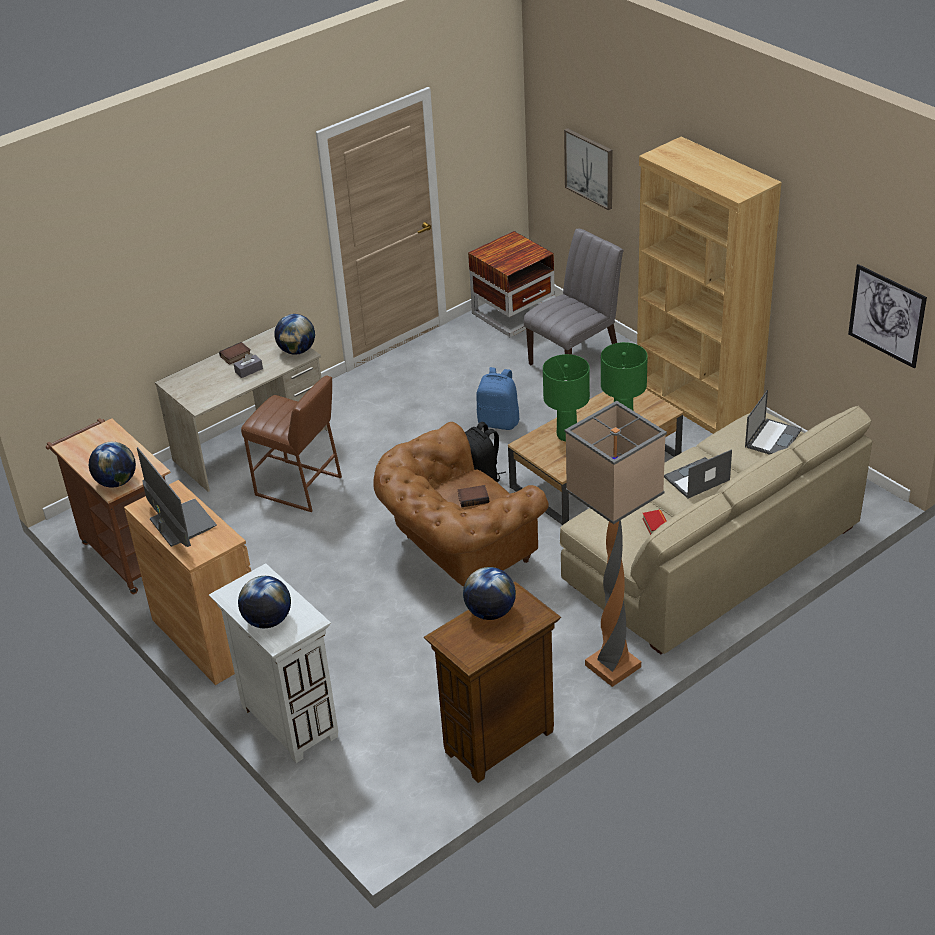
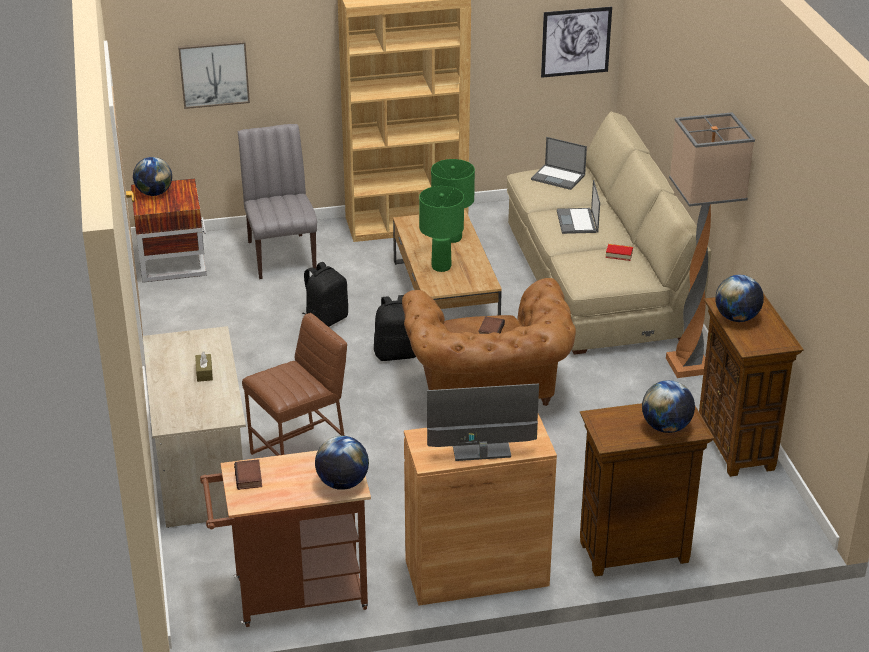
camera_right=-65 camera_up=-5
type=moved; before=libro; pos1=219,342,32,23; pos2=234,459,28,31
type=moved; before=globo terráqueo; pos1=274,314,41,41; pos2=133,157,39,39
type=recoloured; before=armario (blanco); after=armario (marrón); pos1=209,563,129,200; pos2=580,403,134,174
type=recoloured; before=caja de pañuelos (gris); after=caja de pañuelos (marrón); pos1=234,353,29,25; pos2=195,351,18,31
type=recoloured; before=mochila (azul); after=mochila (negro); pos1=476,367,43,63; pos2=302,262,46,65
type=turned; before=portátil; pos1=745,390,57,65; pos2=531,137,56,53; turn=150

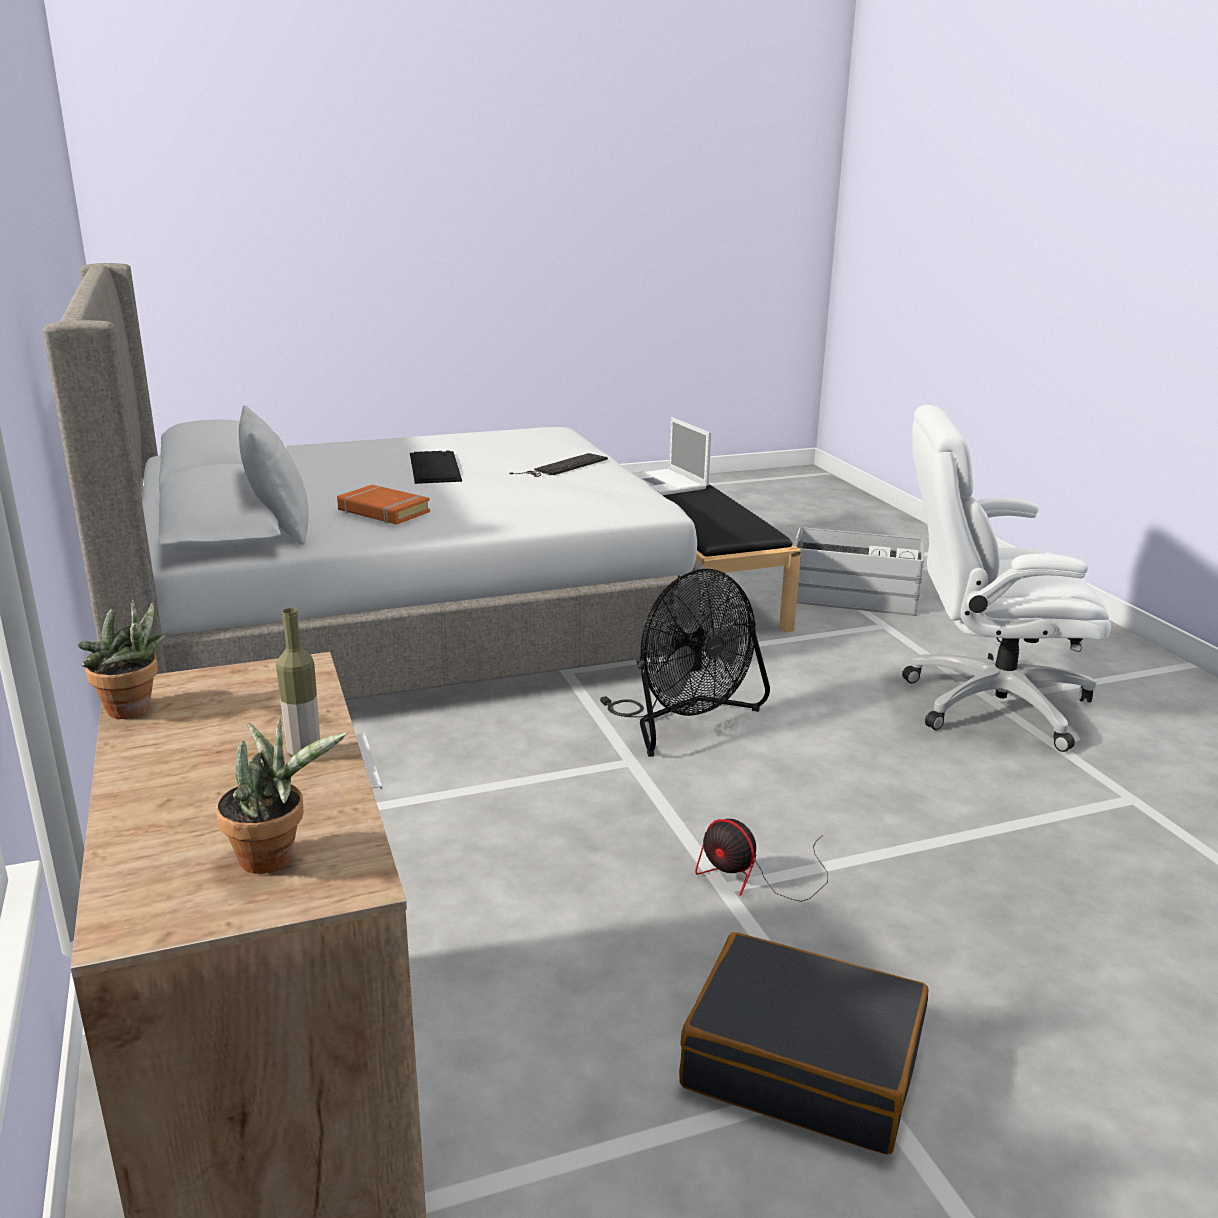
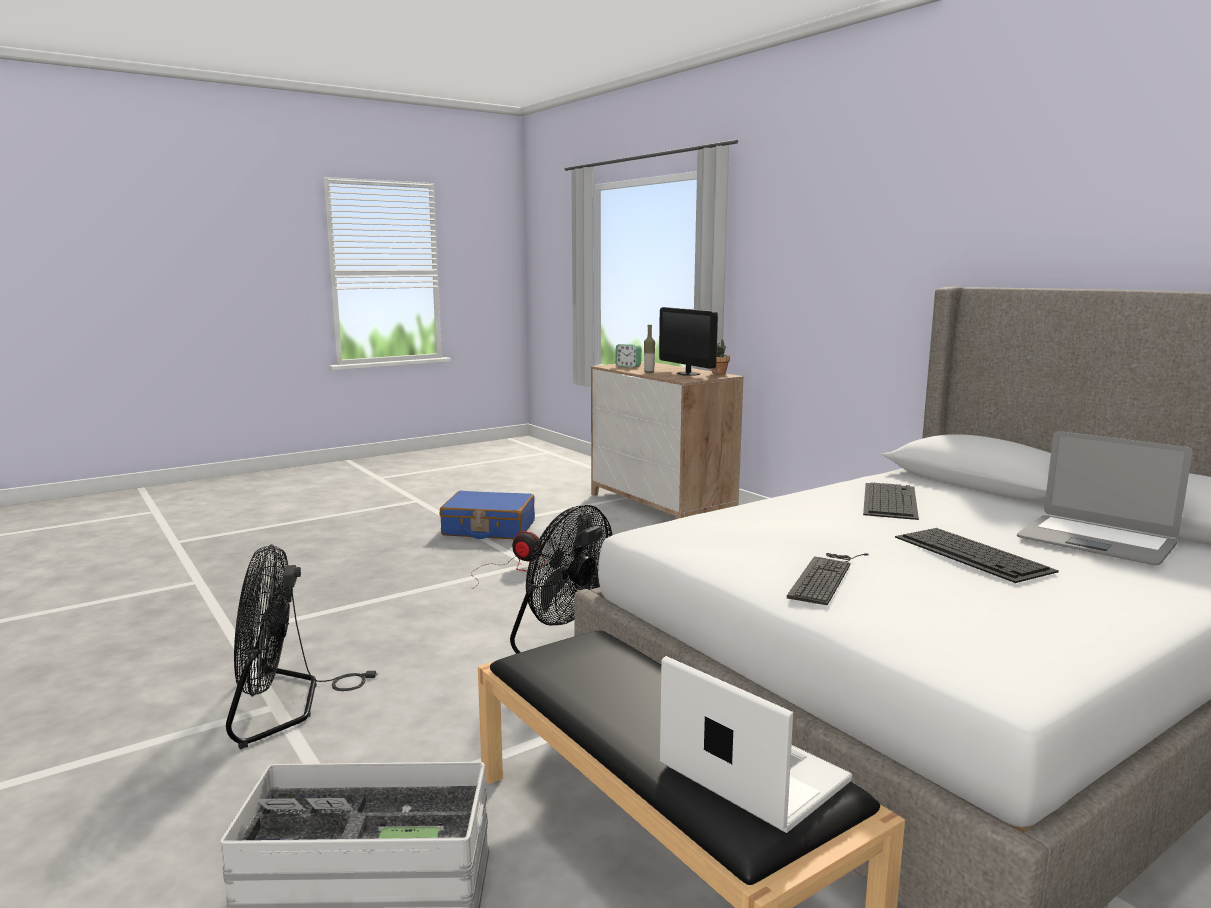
camera_right=165 camera_up=-10
type=removed; before=cojín (gris); pos1=239,405,69,140
type=added; after=monitor; pos2=659,307,59,69
type=added; after=portátil; pos2=1017,431,175,134
type=replaced; before=planta en maceta; after=despertador; pos1=216,717,130,157; pos2=615,344,26,23
type=replaced; before=libro (naranja); after=teclado; pos1=337,485,93,40; pos2=863,482,56,38
type=replaced; before=silla de oficina (blanco); after=ventilador (negro); pos1=902,405,209,347; pos2=226,544,153,206
type=recoloured; before=maleta (negro); after=maleta (azul); pos1=679,932,249,223; pos2=440,491,95,48

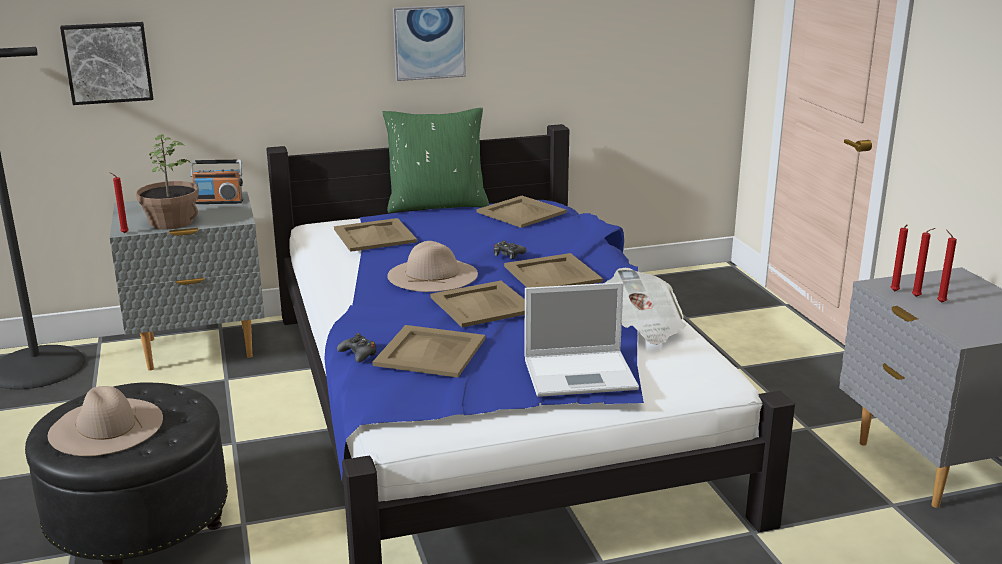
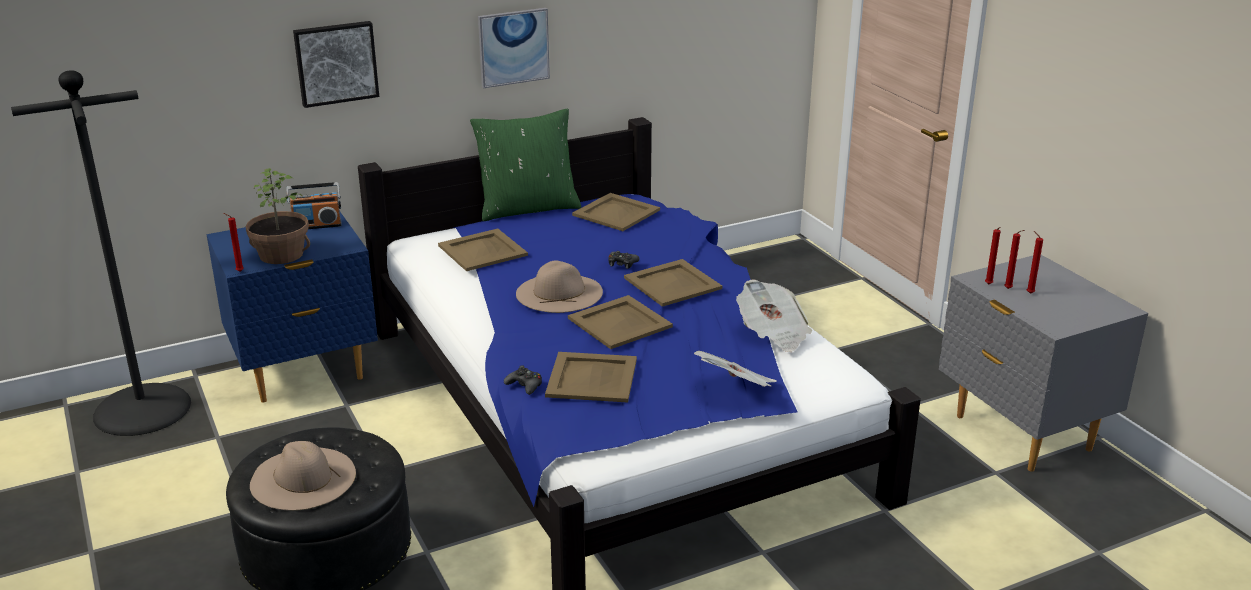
camera_right=-10 camera_up=5
type=moved; before=cuadro; pos1=60,22,93,83; pos2=293,21,86,87
type=replaced; before=portátil; after=periódico; pos1=524,282,115,115; pos2=694,351,82,36
type=recoloured; before=mesita de noche (gris); after=mesita de noche (azul); pos1=110,191,155,180; pos2=206,212,172,191

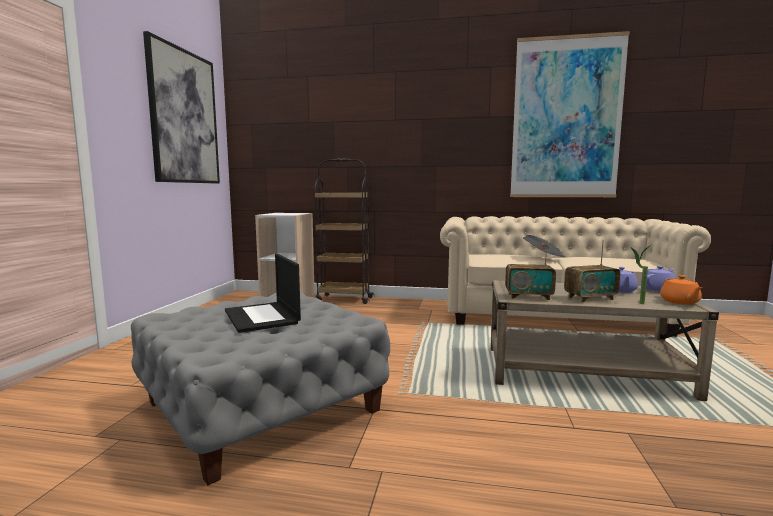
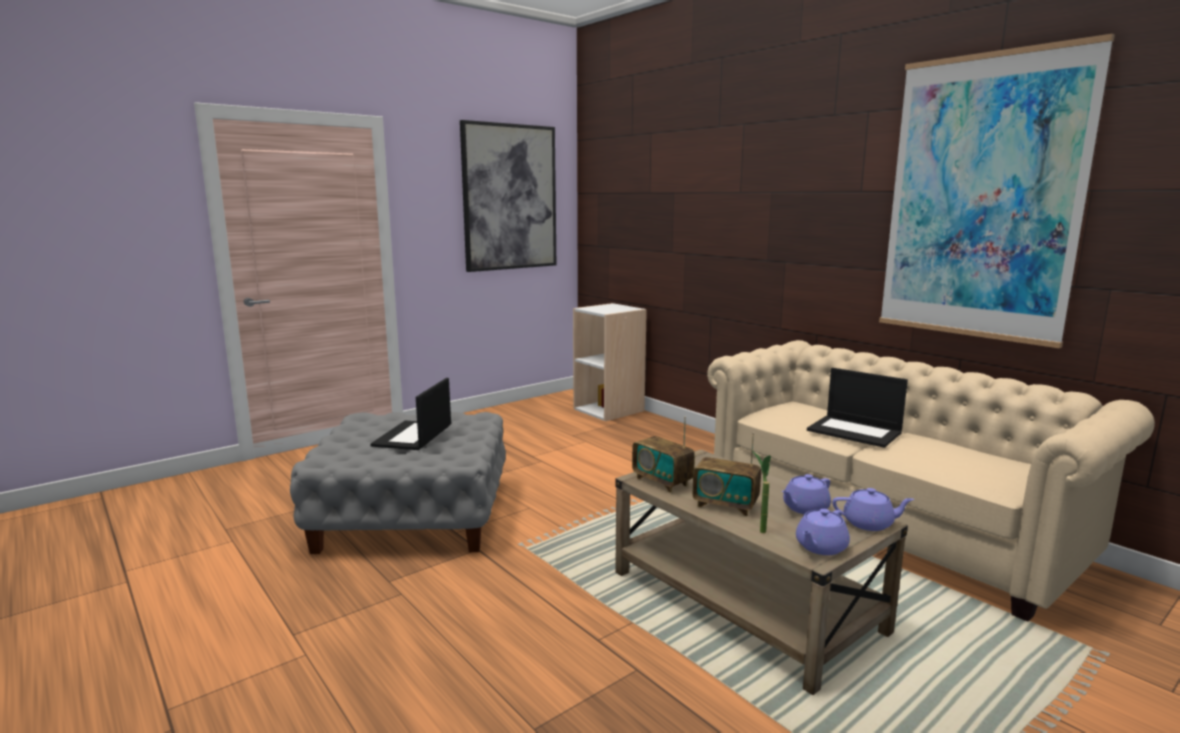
camera_right=40 camera_up=5
type=removed; before=carrito (marrón); pos1=314,158,61,146
type=replaced; before=periódico; after=portátil; pos1=523,235,43,22; pos2=807,368,101,80
type=recoloured; before=tetera (naranja); after=tetera (morado); pos1=660,275,42,30; pos2=796,509,54,46

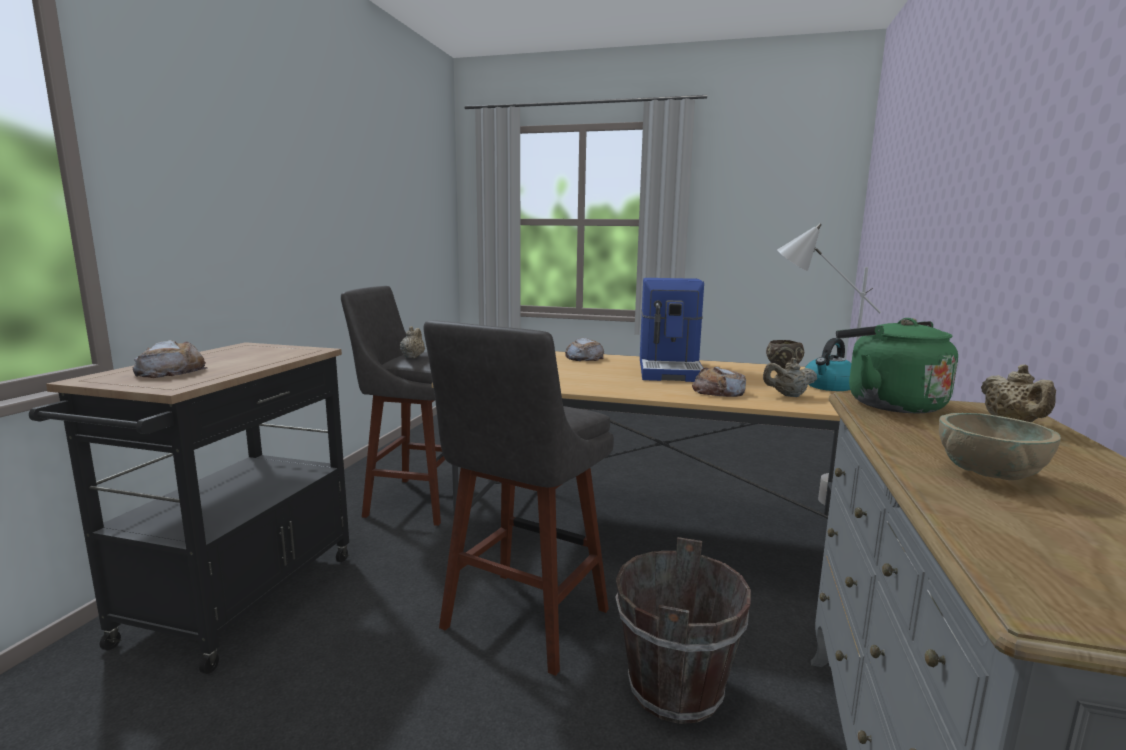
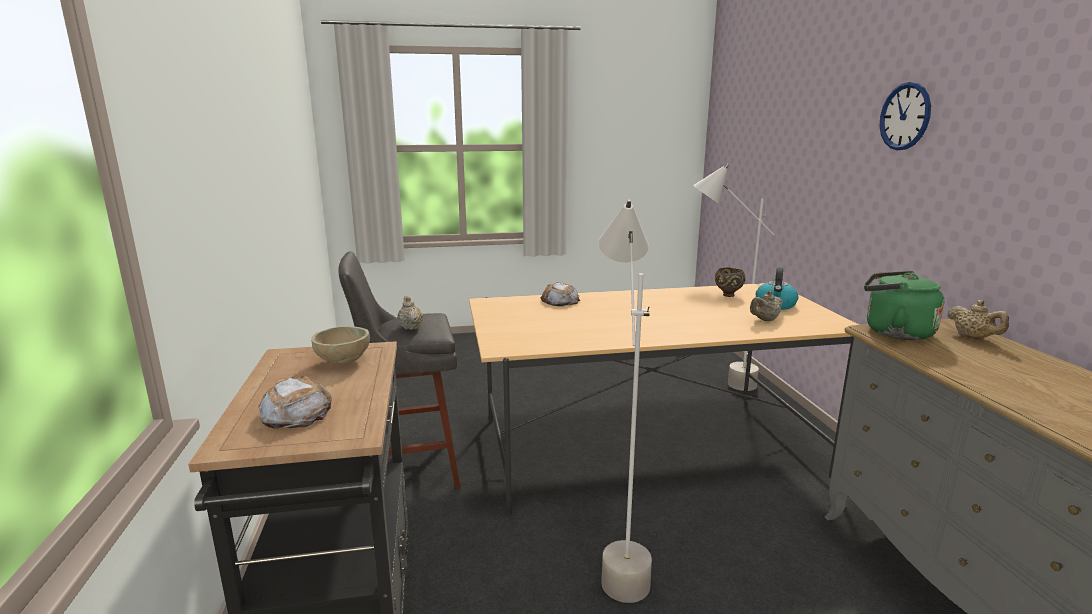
camera_right=-25 camera_up=5
type=removed; before=cubo (marrón); pos1=615,537,136,187
type=removed; before=cafetera; pos1=640,278,64,104
type=removed; before=pan; pos1=692,367,54,30
type=added; after=reloj de pared; pos2=879,82,52,68
type=moved; before=cuenco (beis); pos1=939,413,122,67; pos2=311,326,59,38
type=replaced; before=taburete (gris); after=lámpara de pie (gris); pos1=424,320,190,356; pos2=599,199,53,404

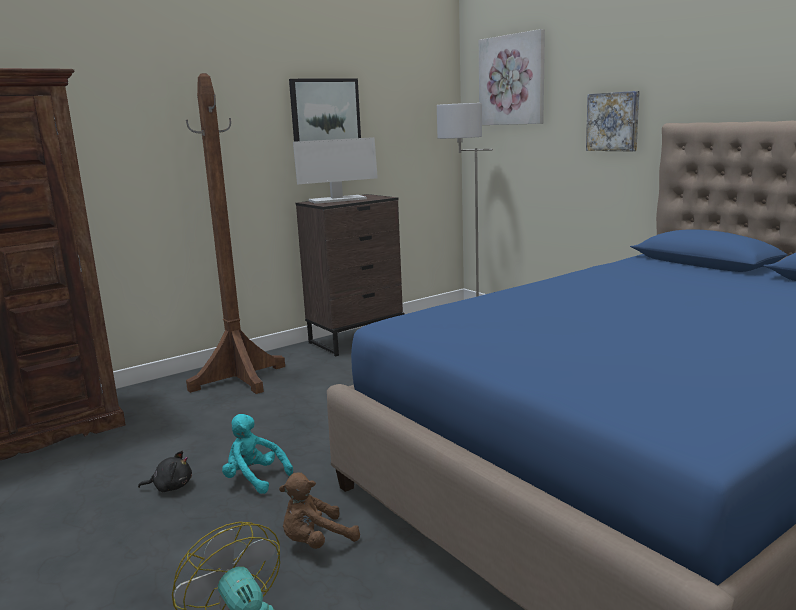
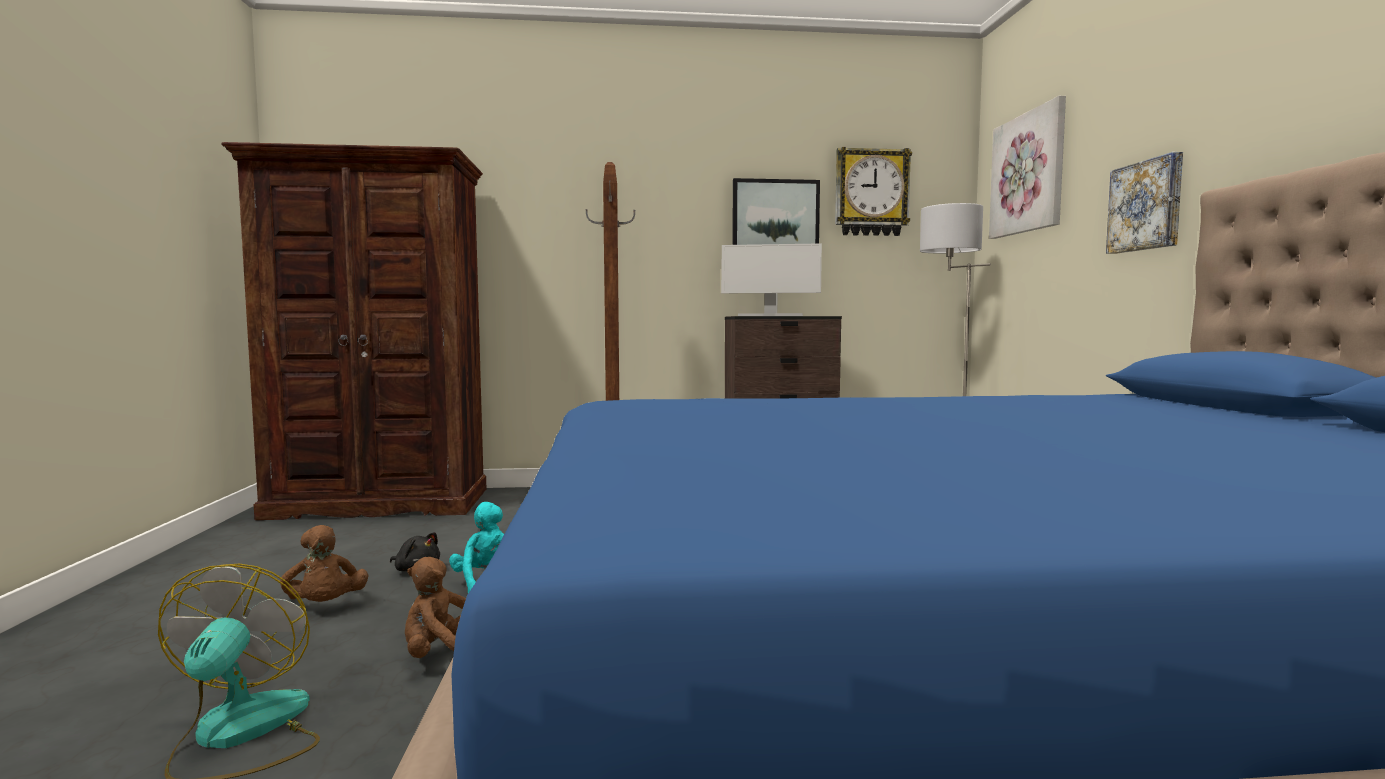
camera_right=30 camera_up=-10
type=added; after=peluche (marrón); pos2=280,525,88,77
type=added; after=reloj de pared; pos2=835,147,77,89

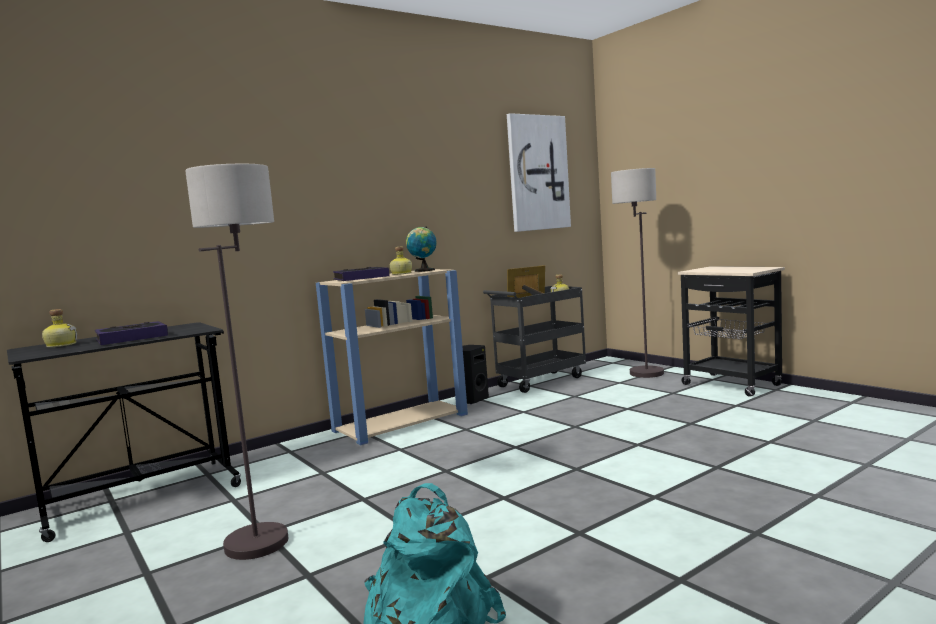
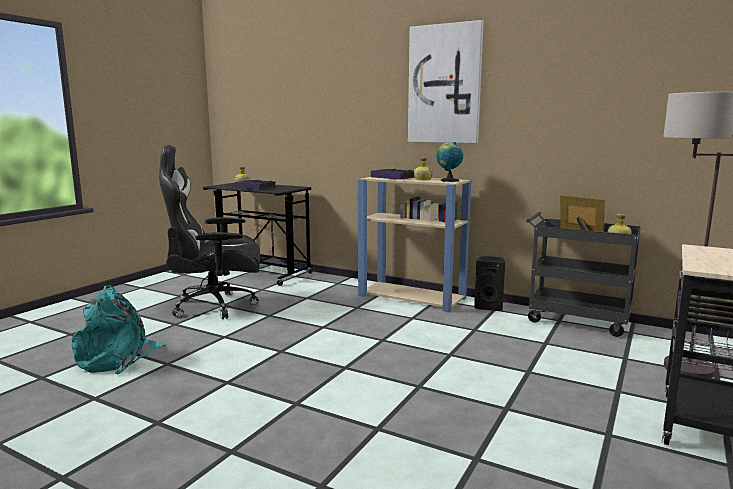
camera_right=65 camera_up=5
type=moved; before=cuadro; pos1=507,113,64,119; pos2=408,20,76,123
type=replaced; before=lámpara de pie (gris); after=silla de oficina (negro); pos1=186,164,102,396; pos2=159,145,101,174

